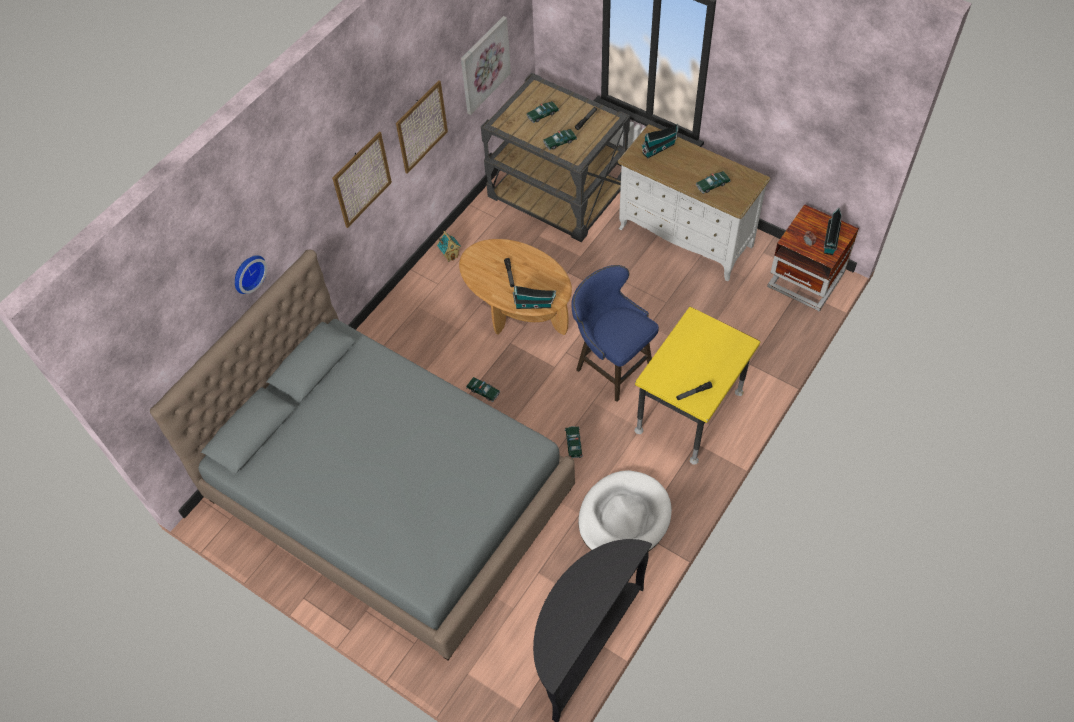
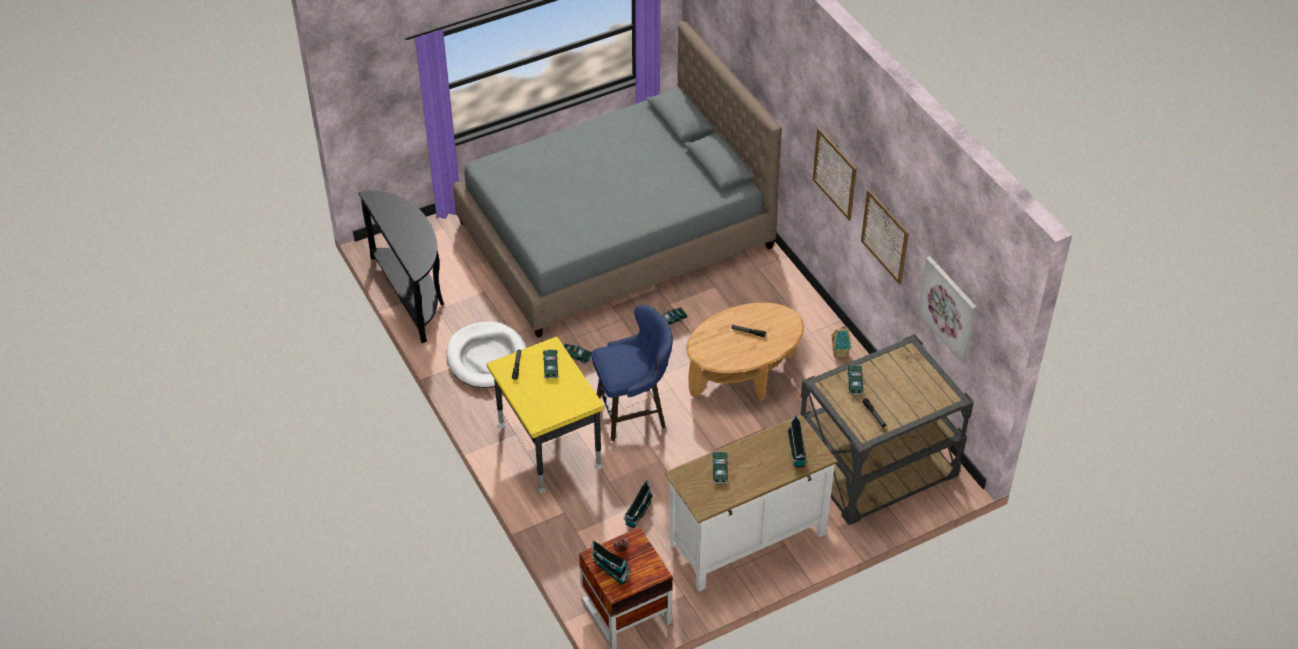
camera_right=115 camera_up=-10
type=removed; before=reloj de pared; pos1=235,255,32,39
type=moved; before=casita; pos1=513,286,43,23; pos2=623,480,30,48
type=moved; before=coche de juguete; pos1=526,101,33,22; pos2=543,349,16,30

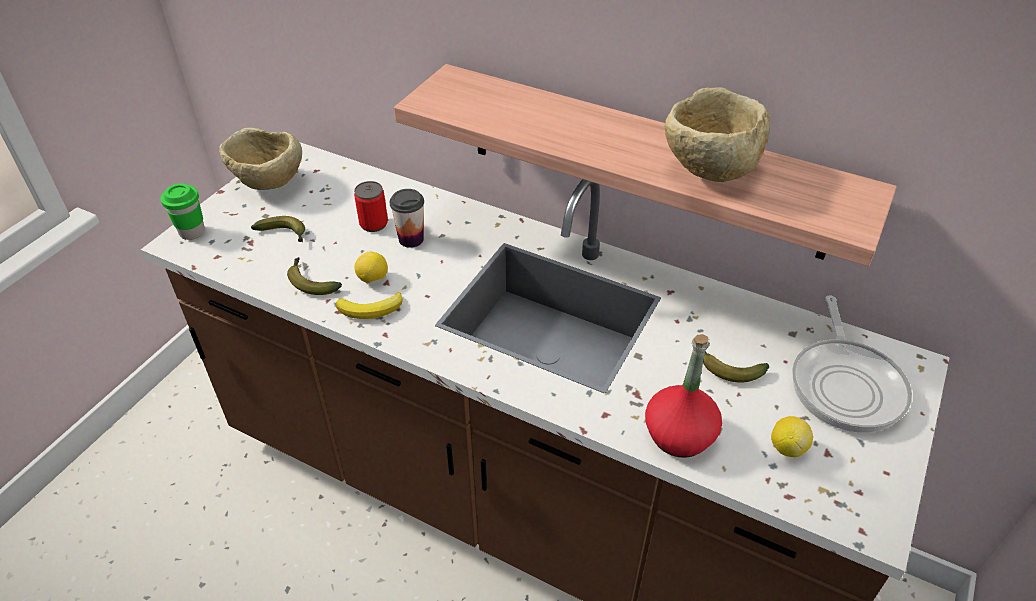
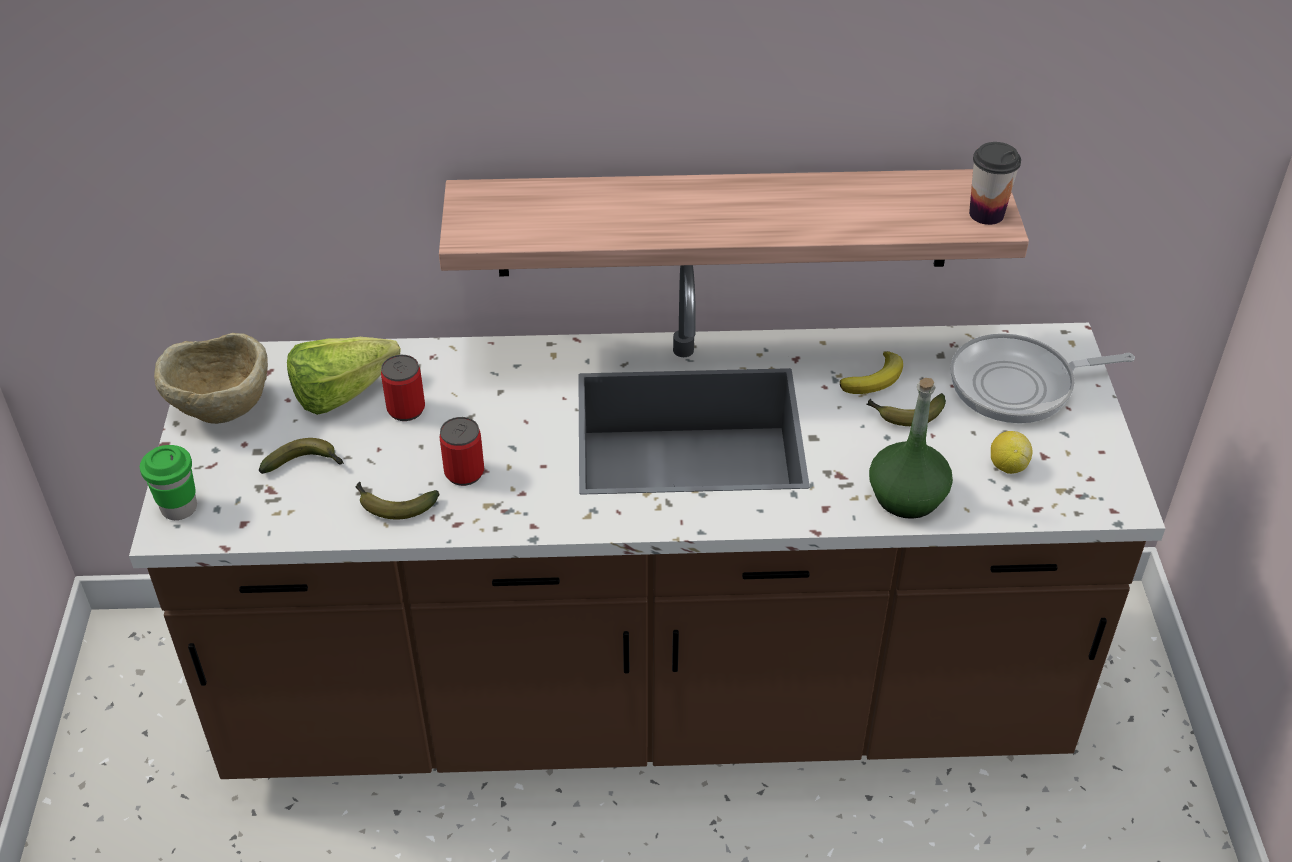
camera_right=-30 camera_up=0
type=removed; before=cuenco (beis); pos1=665,87,105,95
type=added; after=lechuga; pos2=287,337,113,78
type=moved; before=plátano; pos1=336,292,67,27; pos2=840,351,63,43
type=moved; before=taza; pos1=390,189,34,59; pos2=969,142,52,83
type=replaced; before=limón; after=lata; pos1=354,251,34,32; pos2=439,417,45,69
type=recoloured; before=botella (rojo); after=botella (verde); pos1=645,334,77,124; pos2=869,378,84,141
type=turned; before=sartén; pos1=792,295,120,138; pos2=950,334,185,89; turn=105

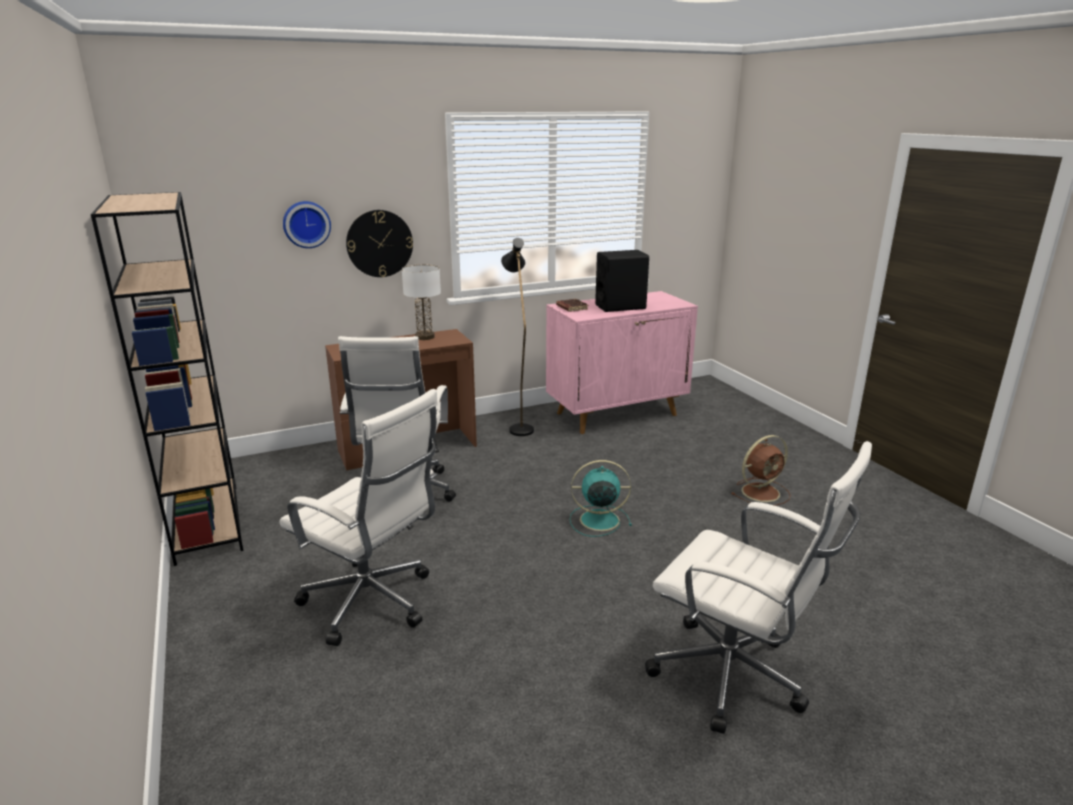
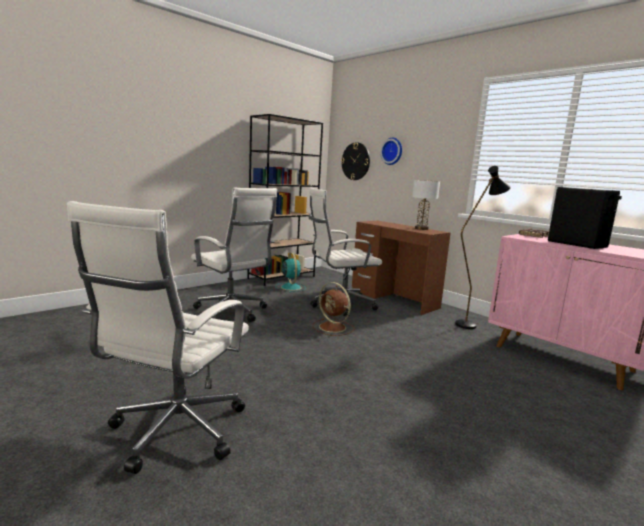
camera_right=70 camera_up=-10
type=moved; before=reloj de pared; pos1=346,210,67,67; pos2=341,142,29,38
type=moved; before=ventilador (turquesa); pos1=570,460,62,77; pos2=275,253,31,39
type=moved; before=ventilador (marrón); pos1=732,435,59,71; pos2=313,282,42,54
type=turned; before=silla de oficina (blanco); pos1=279,389,159,257; pos2=191,187,86,135; turn=-60

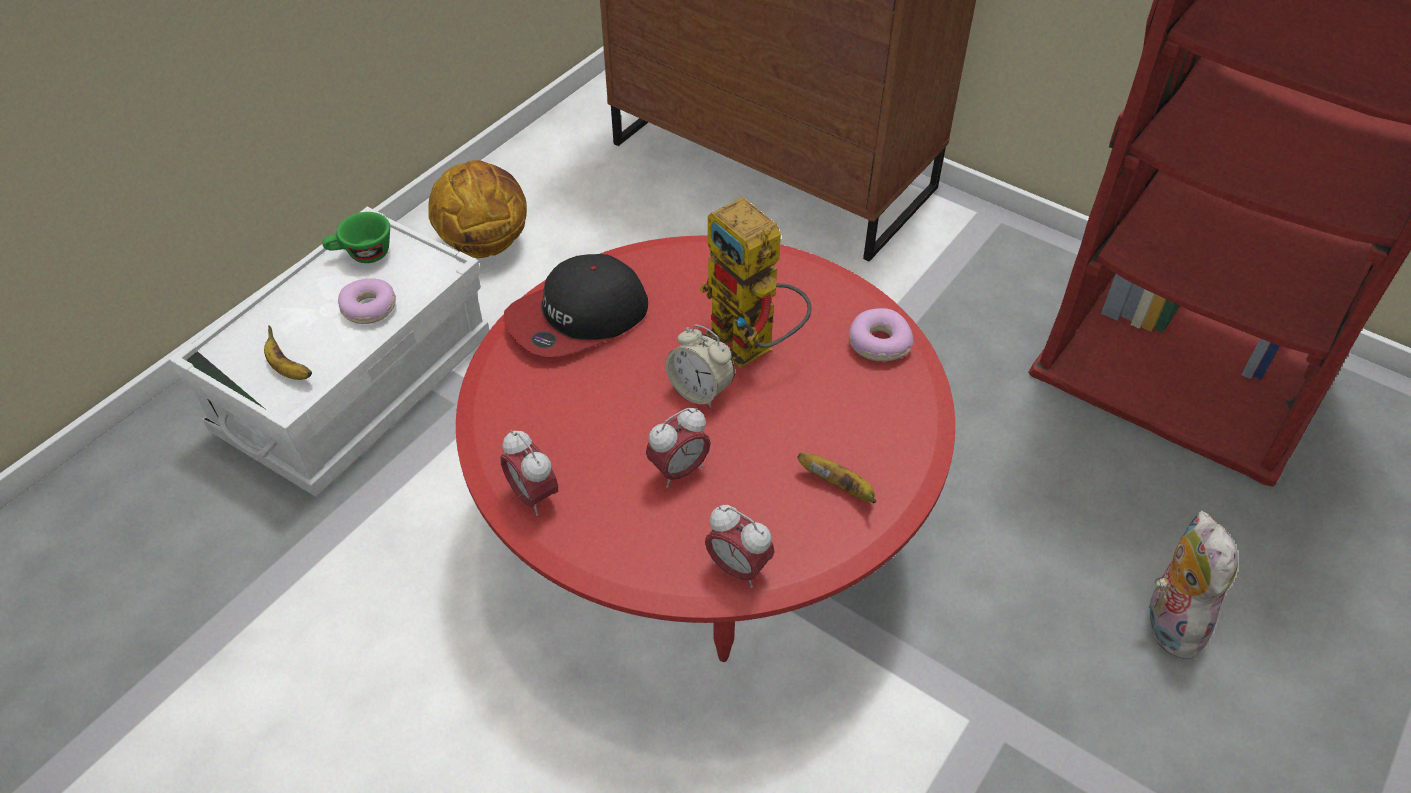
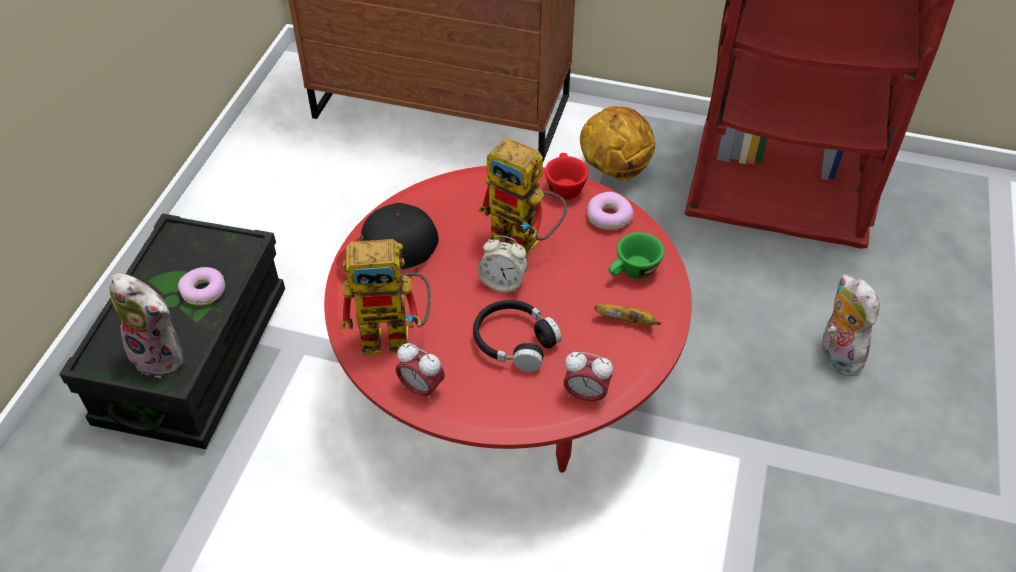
camera_right=-20 camera_up=0
type=added; after=robot de juguete; pos2=341,239,90,116
type=added; after=taza (rojo); pos2=545,153,44,46
type=moved; before=taza (verde); pos1=322,212,68,51; pos2=609,232,55,47
type=moved; before=balón de baloncesto; pos1=428,160,99,98; pos2=580,106,75,75
type=replaced; before=plátano; after=peluche; pos1=264,325,48,55; pos2=109,273,75,105
type=replaced; before=despertador; after=auriculares (negro); pos1=646,408,65,80; pos2=473,300,89,72
type=recoloured; before=caja de almacenaje (blanco); after=caja de almacenaje (negro); pos1=169,207,321,290; pos2=59,213,226,236

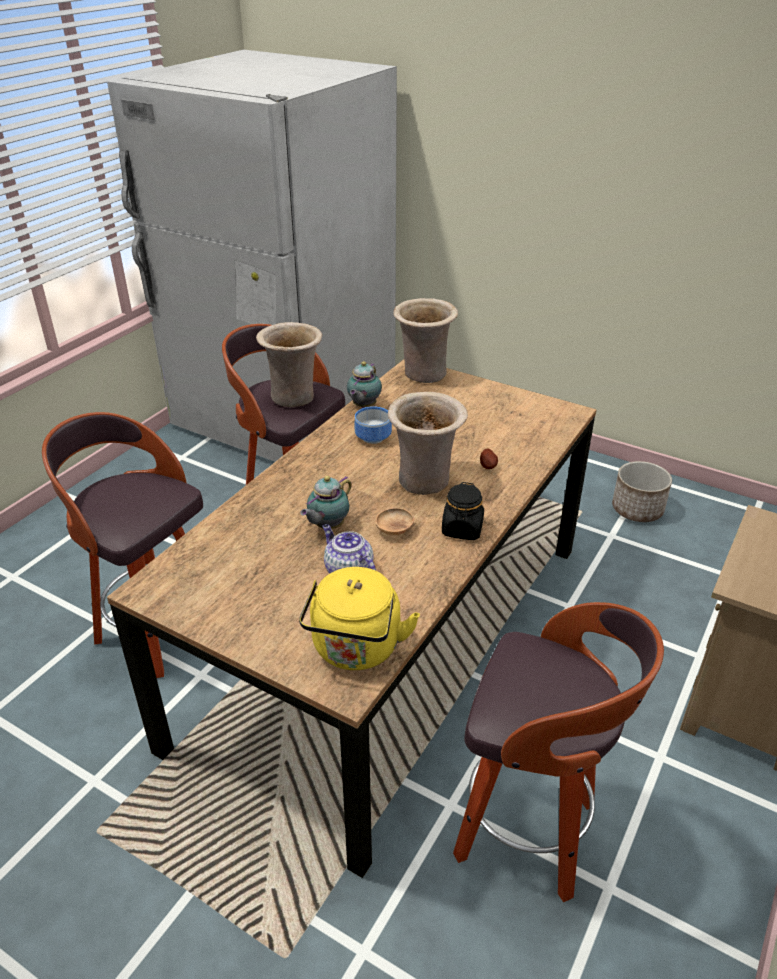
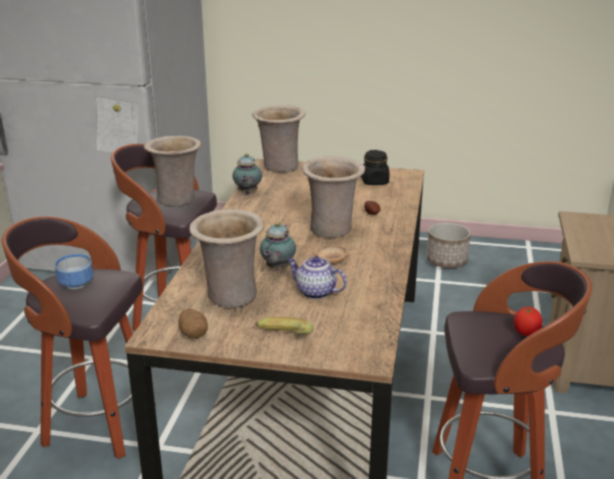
camera_right=-20 camera_up=-10
type=removed; before=hervidor (amarillo); pos1=299,567,121,103
type=added; after=patata; pos2=179,309,29,30
type=added; after=florero (beis); pos2=189,209,75,99
type=added; after=plátano; pos2=256,317,58,18
type=added; after=tomate; pos2=514,306,28,30
type=moved; before=cuenco; pos1=355,406,37,38; pos2=55,254,39,35
type=moved; before=tarro (negro); pos1=442,482,42,58; pos2=361,150,28,35

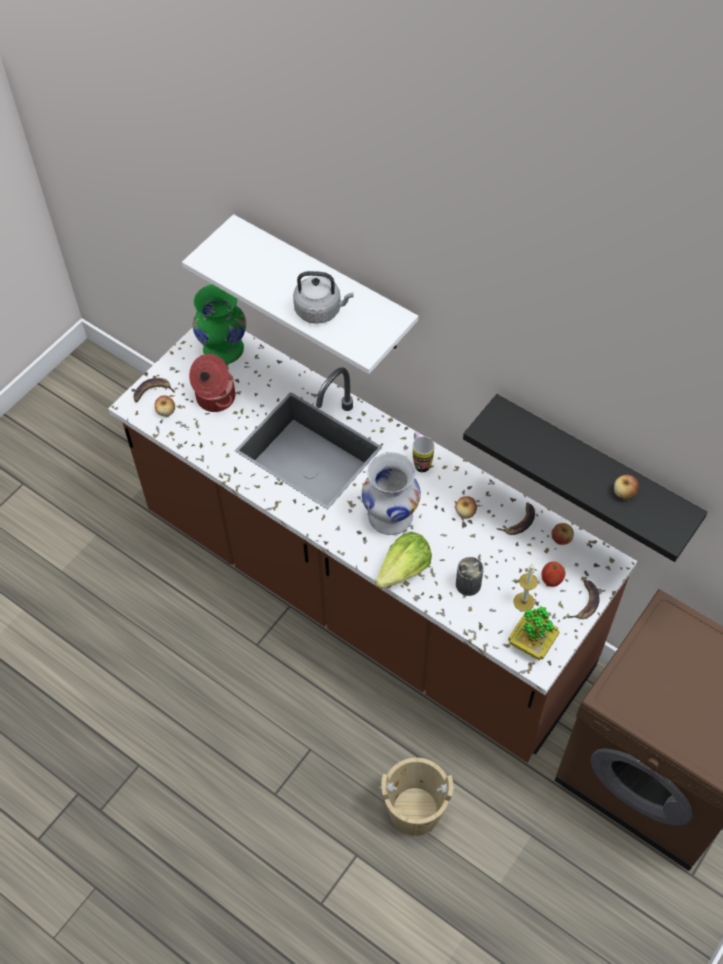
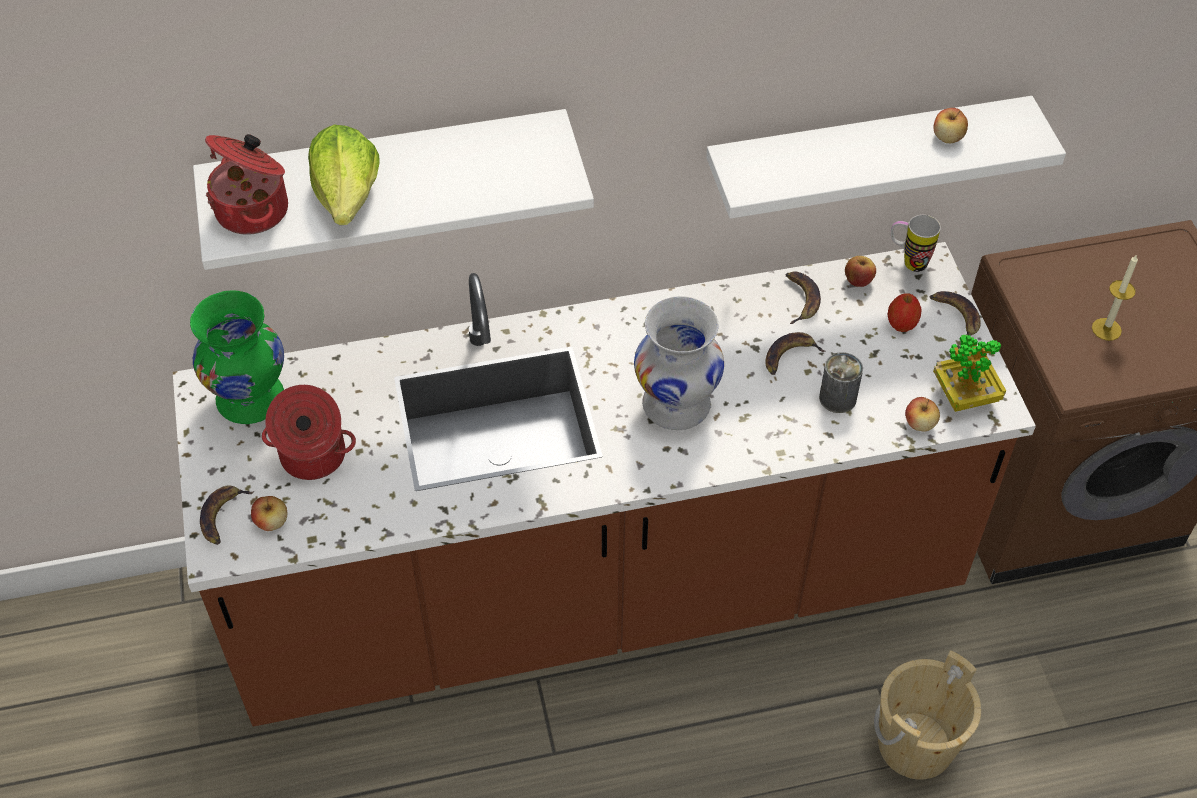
camera_right=-50 camera_up=-5
type=removed; before=hervidor (gris); pos1=293,271,61,53
type=added; after=olla; pos2=205,134,83,101
type=added; after=plátano; pos2=765,332,61,43
type=moved; before=lechuga; pos1=375,532,57,57; pos2=308,125,72,100
type=moved; before=taza grande; pos1=413,432,21,40; pos2=891,215,50,57
type=moved; before=manzana; pos1=455,496,22,23; pos2=905,397,35,35
type=moved; before=vela; pos1=513,563,25,48; pos2=1092,254,46,87
type=recoloured; before=estante (negro); after=estante (blanco); pos1=463,394,245,168; pos2=706,96,360,123

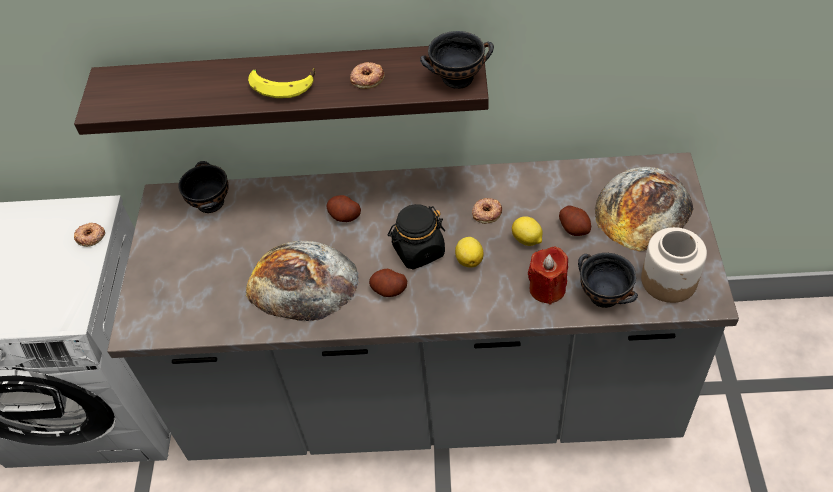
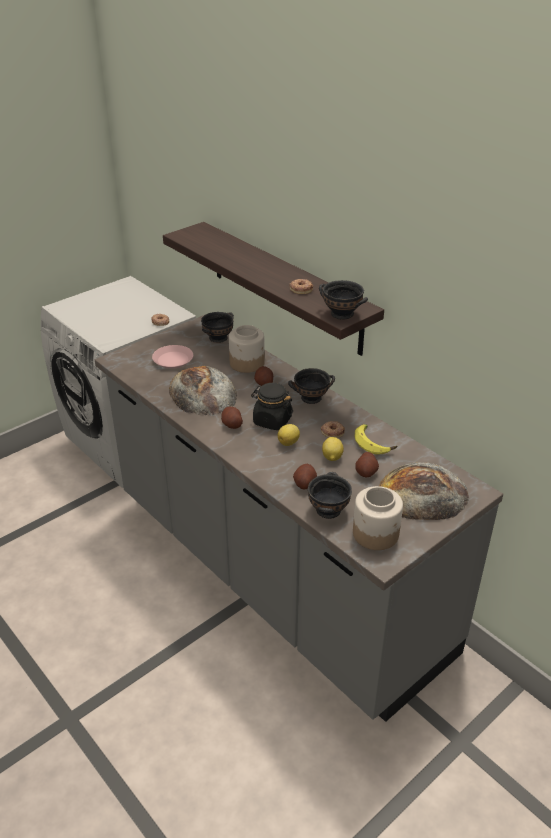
camera_right=45 camera_up=-15
type=added; after=plato (rosa); pos2=152,345,41,24
type=added; after=tarro; pos2=229,325,36,48
type=added; after=cuenco (negro); pos2=288,368,47,36
type=moved; before=plátano; pos1=248,68,67,30; pos2=354,424,43,31
type=replaced; before=vela (rojo); after=patata; pos1=528,247,40,58; pos2=293,464,24,25

